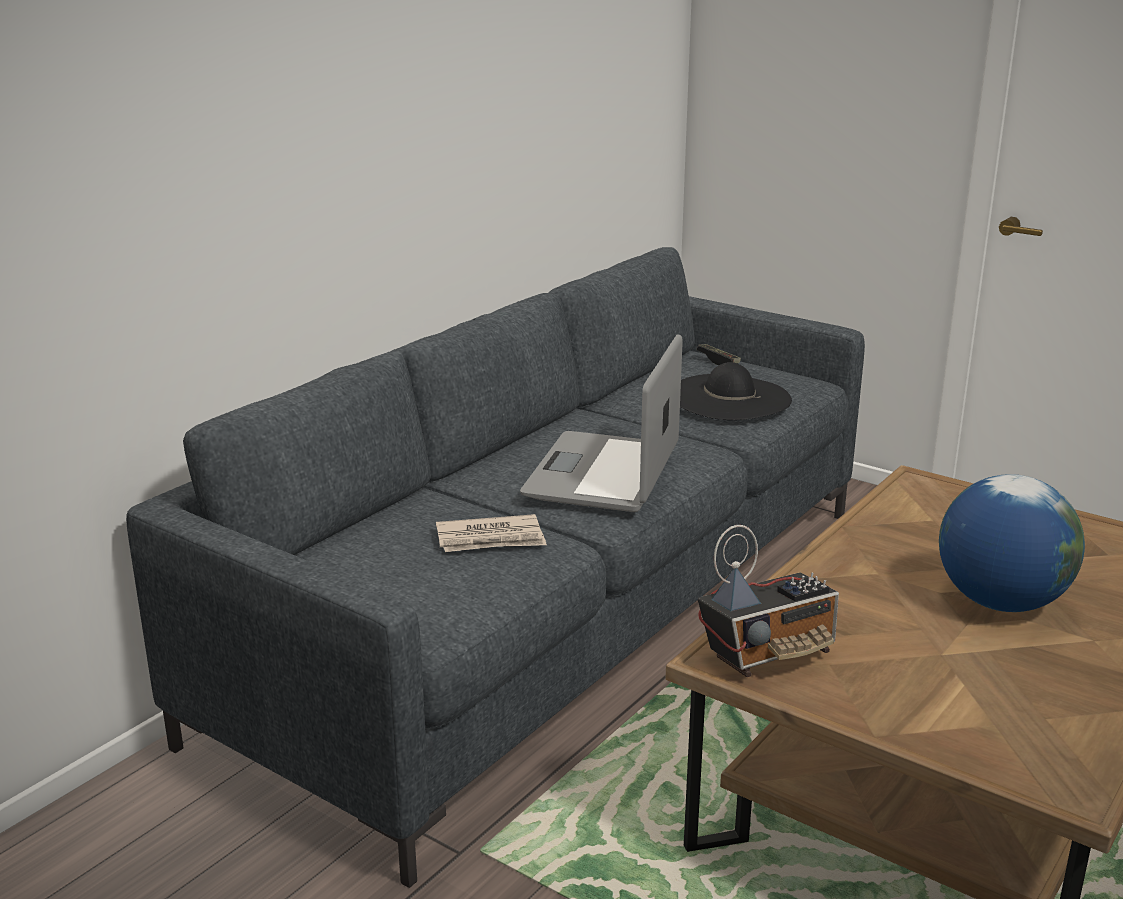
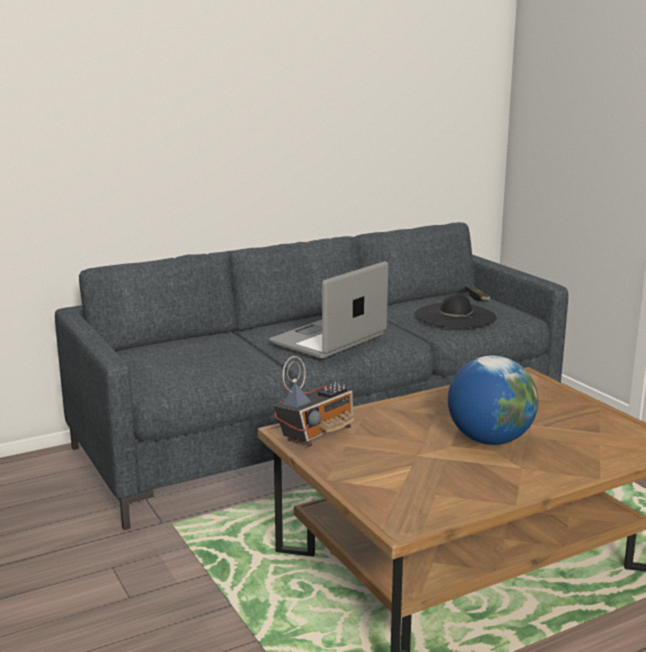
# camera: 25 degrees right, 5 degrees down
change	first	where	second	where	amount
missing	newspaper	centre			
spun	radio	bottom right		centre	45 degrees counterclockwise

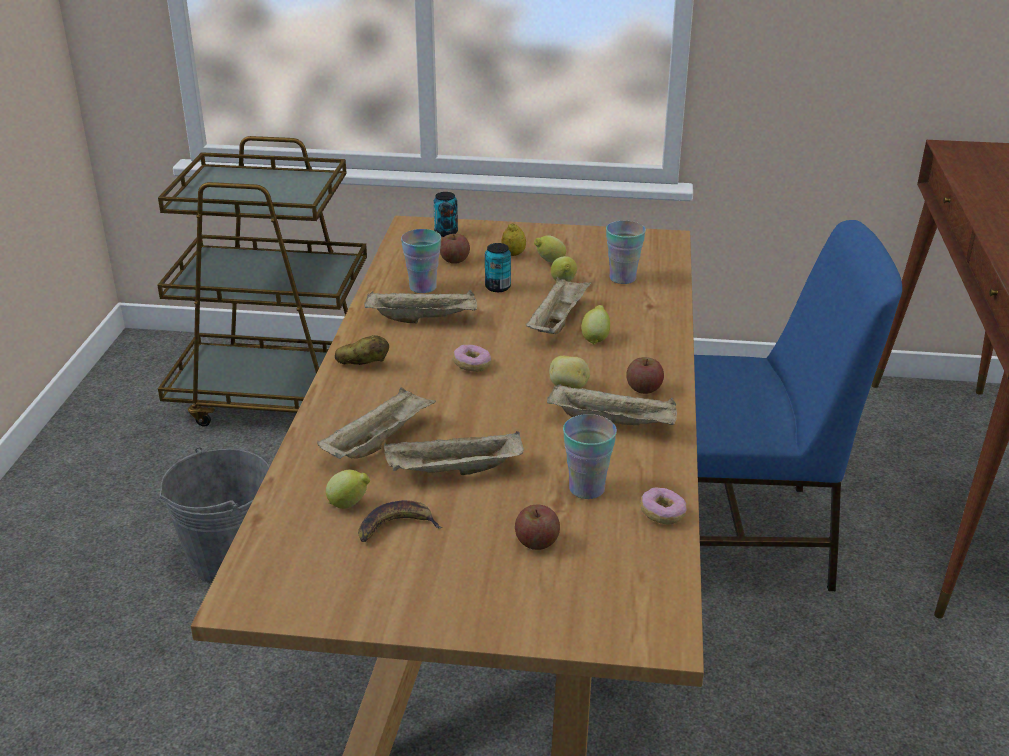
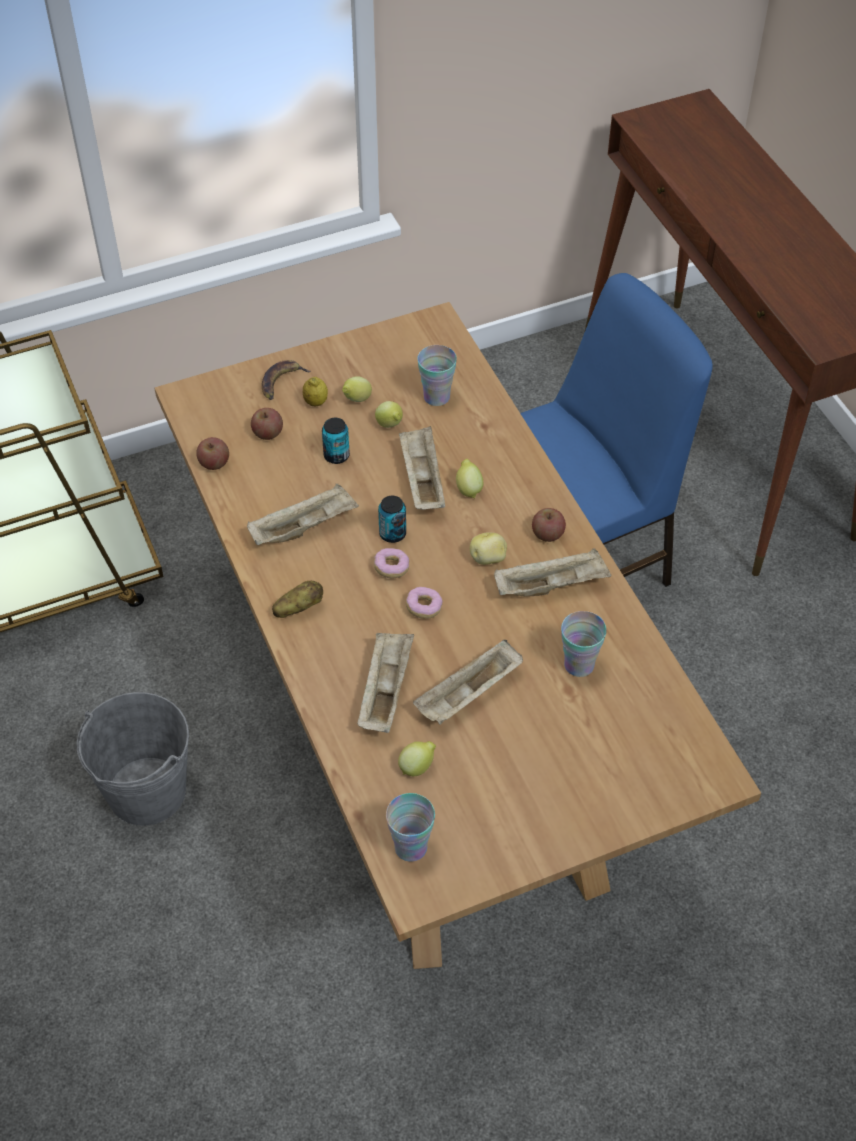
# camera: 30 degrees left, 20 degrees up
change	first	where	second	where	amount
relocated	banana	bottom centre		top centre	
relocated	cup (no. 1 from left)	centre		bottom centre	
relocated	can (no. 1 from left in the first image)	top centre	can (no. 2 from left)	centre	
relocated	apple (no. 2 from left in the first image)	bottom centre	apple (no. 1 from left)	middle left	
relocated	donut (no. 2 from left)	bottom centre		centre	

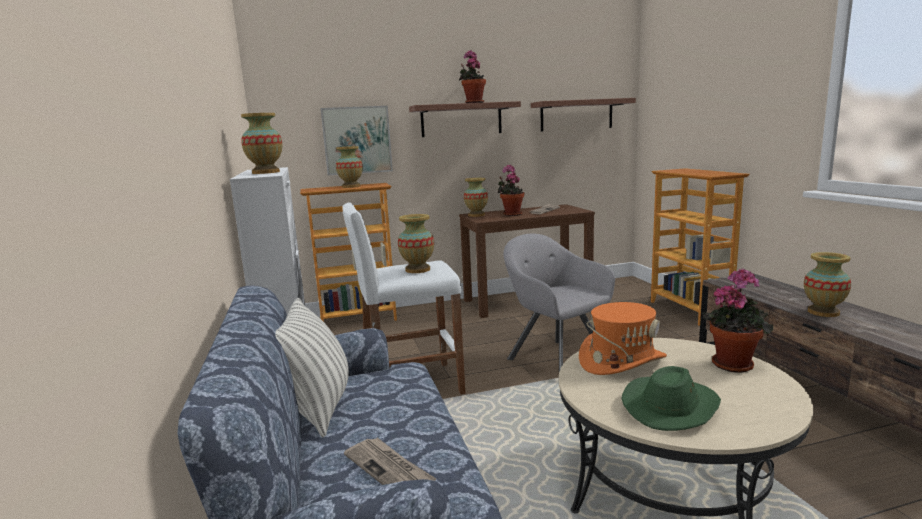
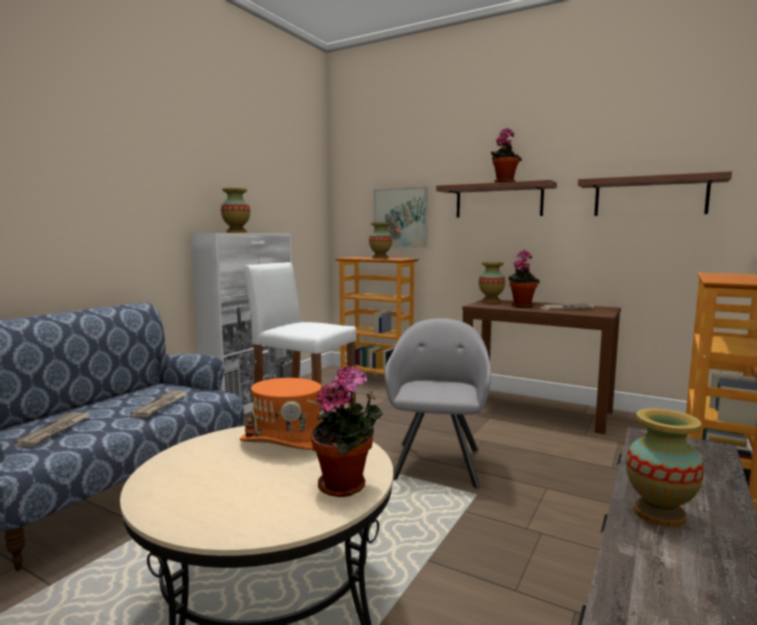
# camera: 45 degrees right, 5 degrees down
change	first	where	second	where	amount
missing	pillow	bottom centre			
missing	vase (no. 3 from left)	centre			
missing	green hat	bottom right			
appeared			newspaper (no. 2 from left)	middle left	

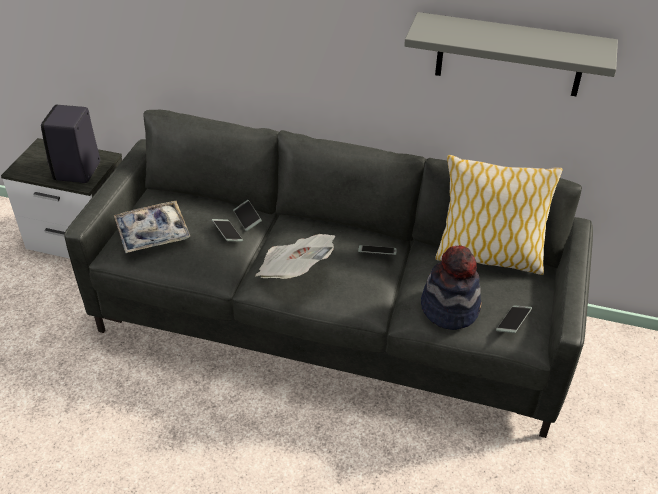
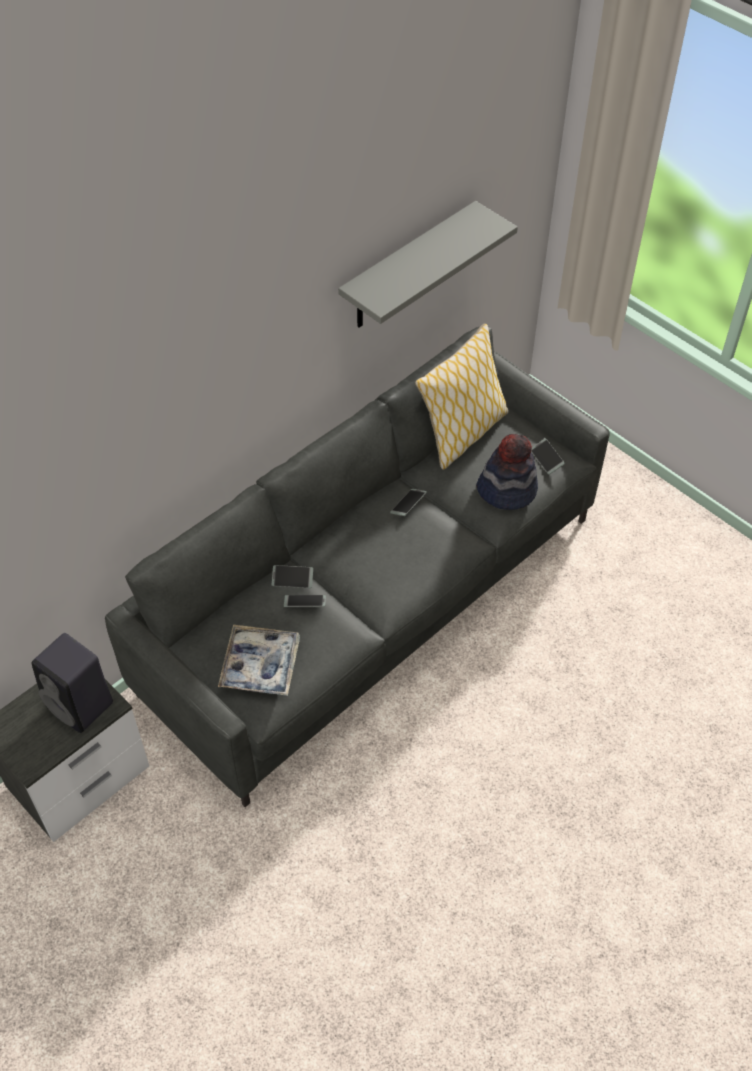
# camera: 60 degrees left, 10 degrees up
change	first	where	second	where	amount
missing	newspaper	centre			

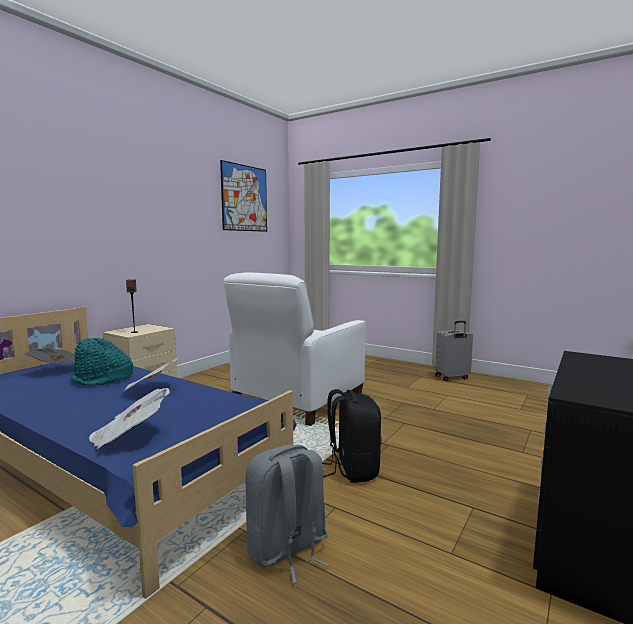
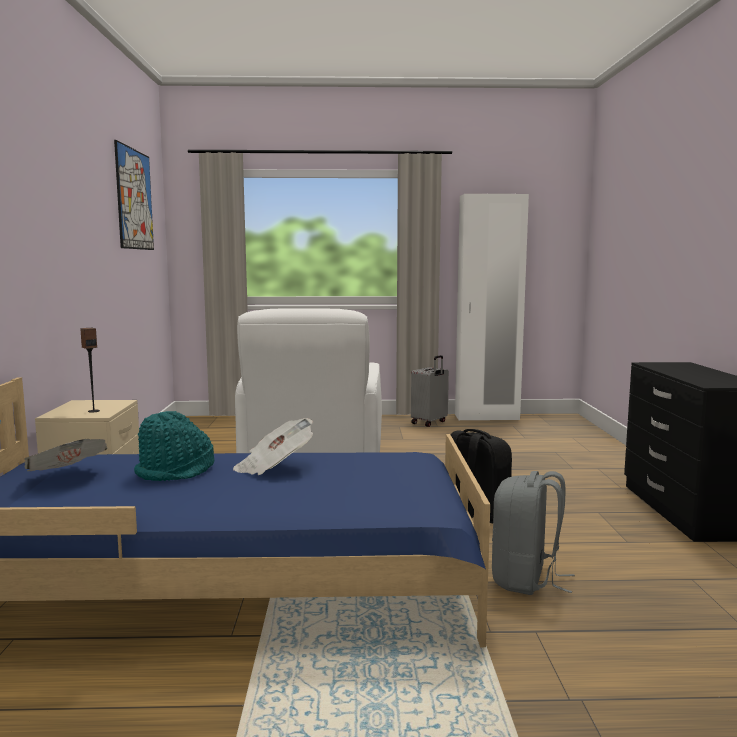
# camera: 35 degrees left, 0 degrees up
change	first	where	second	where	amount
missing	newspaper (no. 2 from left)	bottom left			
appeared			white wardrobe	middle right	

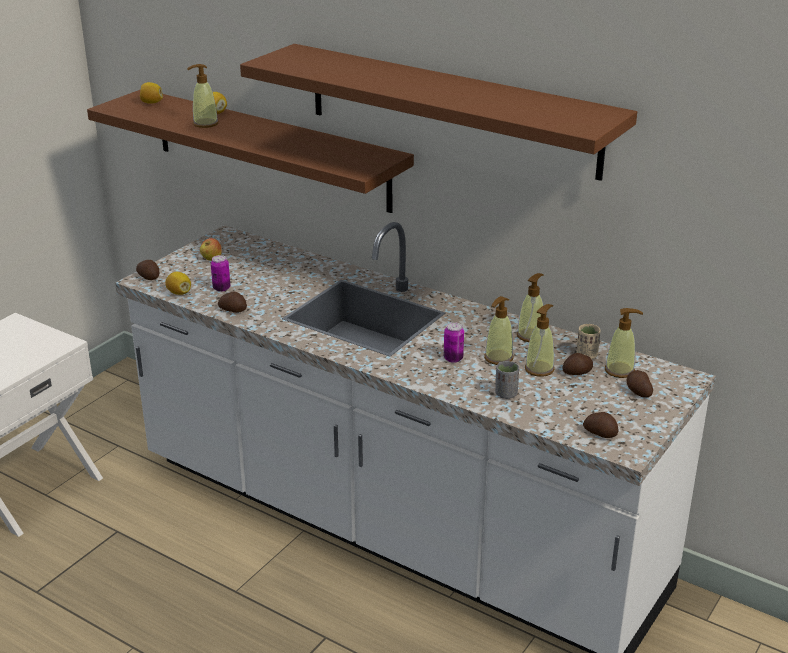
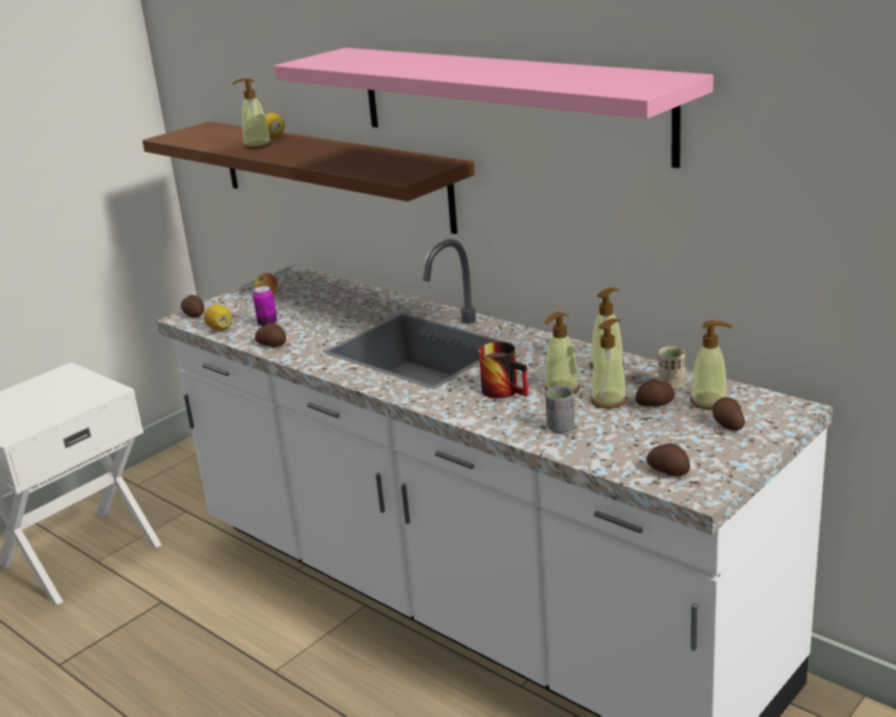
# camera: 10 degrees right, 5 degrees down
change	first	where	second	where	amount
missing	lemon (no. 1 from left)	top left			
exchanged	can (no. 2 from left)	centre	mug	centre	
colour	brown shelf (no. 2 from left)	top centre	pink shelf	top centre	

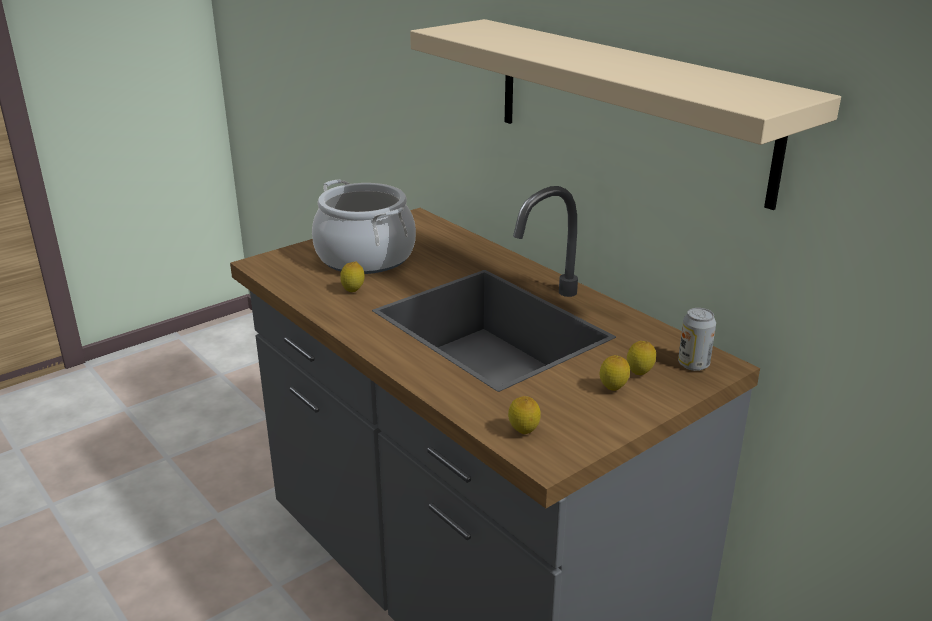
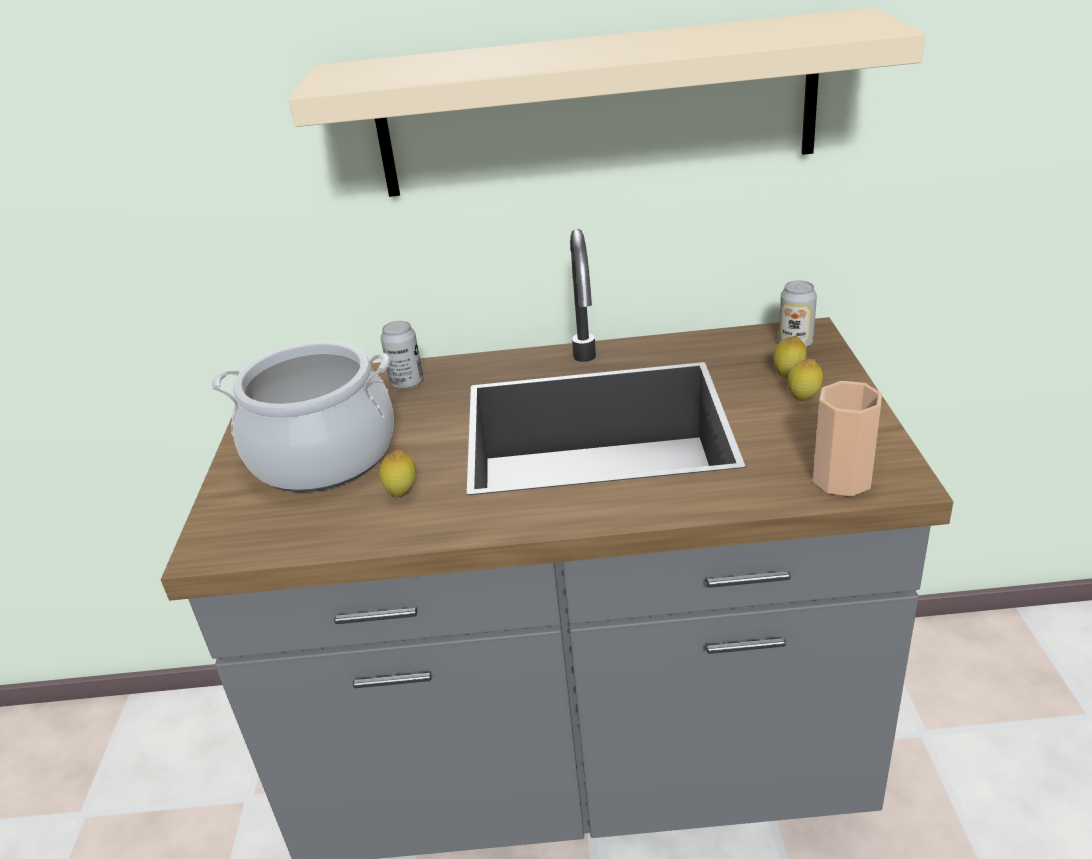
# camera: 50 degrees left, 5 degrees up
change	first	where	second	where	amount
appeared			can (no. 1 from left)	centre	
exchanged	lemon (no. 2 from left)	bottom centre	cup	middle right	

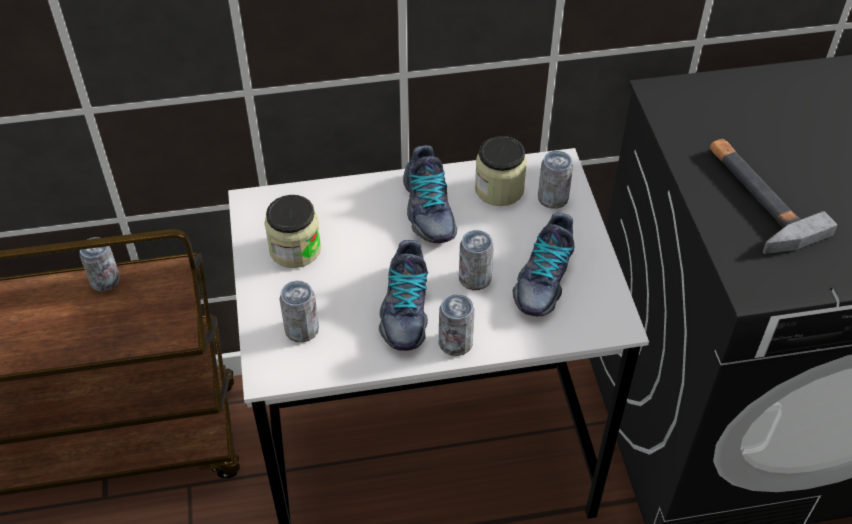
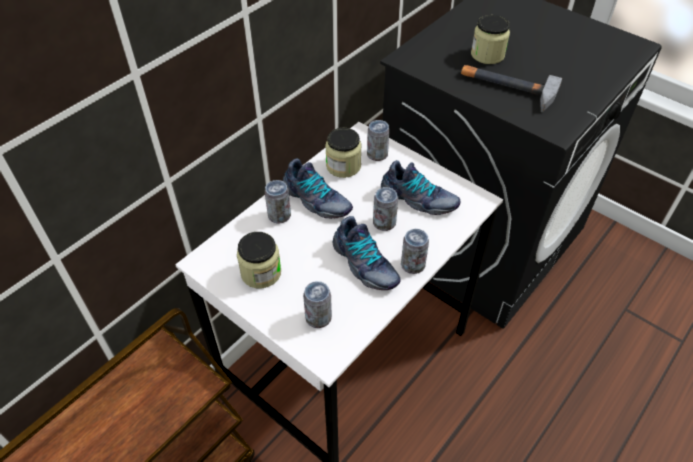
# camera: 40 degrees left, 0 degrees up
change	first	where	second	where	amount
appeared			jar (no. 3 from left)	top right	
relocated	can (no. 1 from left)	middle left		centre	
spun	shoe (no. 3 from left)	centre		centre	45 degrees counterclockwise

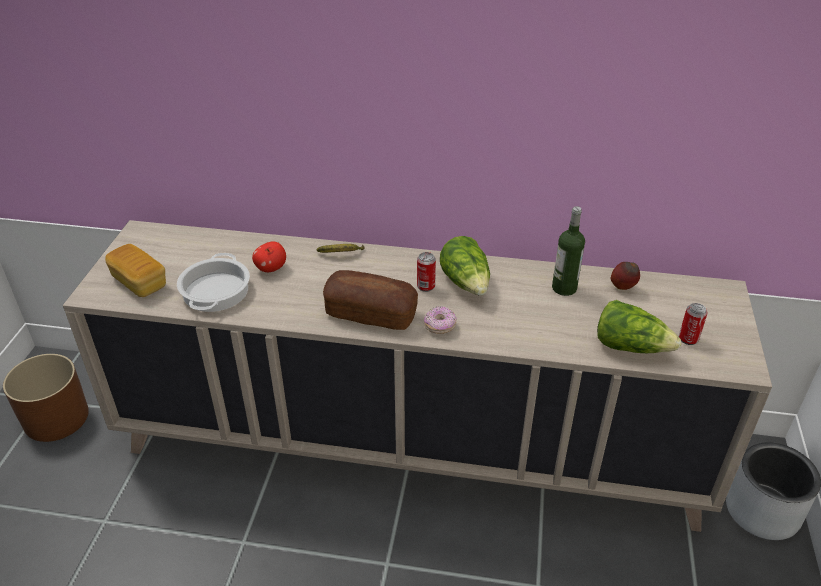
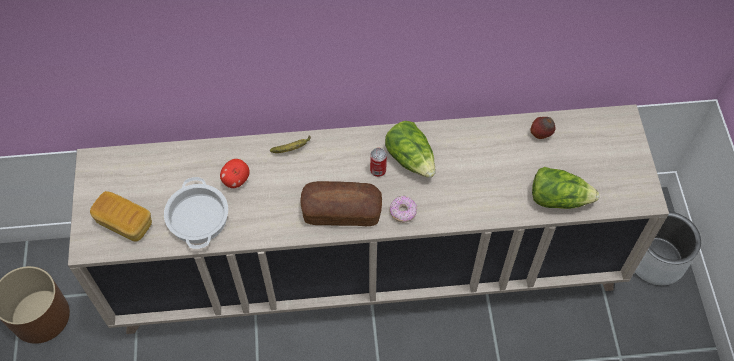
# camera: 15 degrees left, 20 degrees up
change	first	where	second	where	amount
missing	bottle	middle right			
missing	can (no. 2 from left)	middle right			

